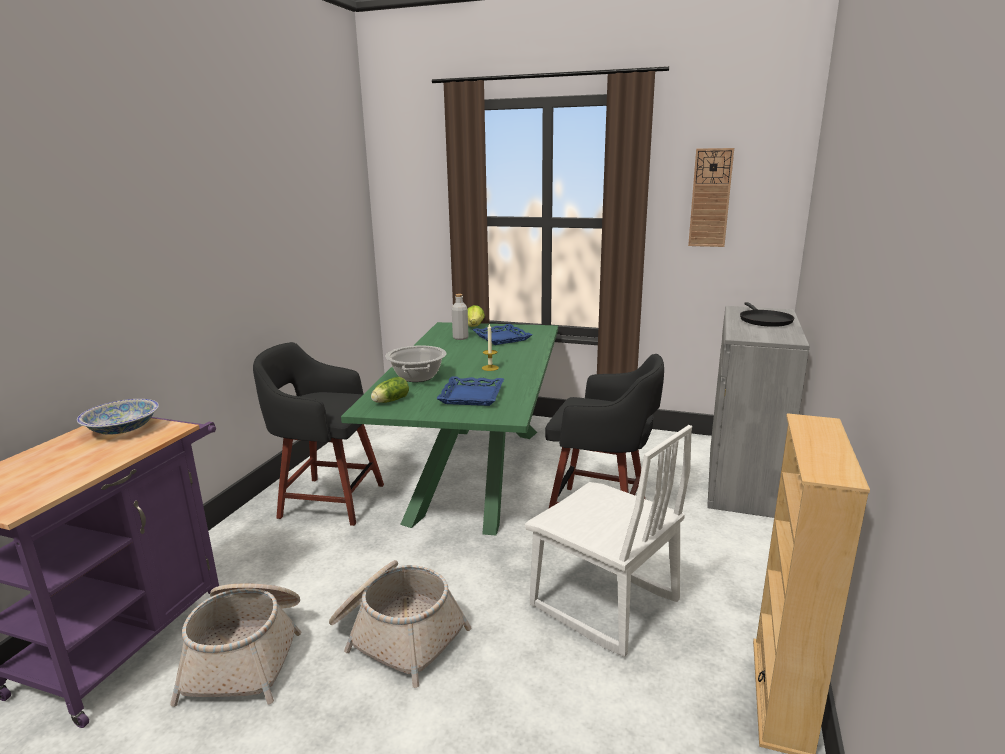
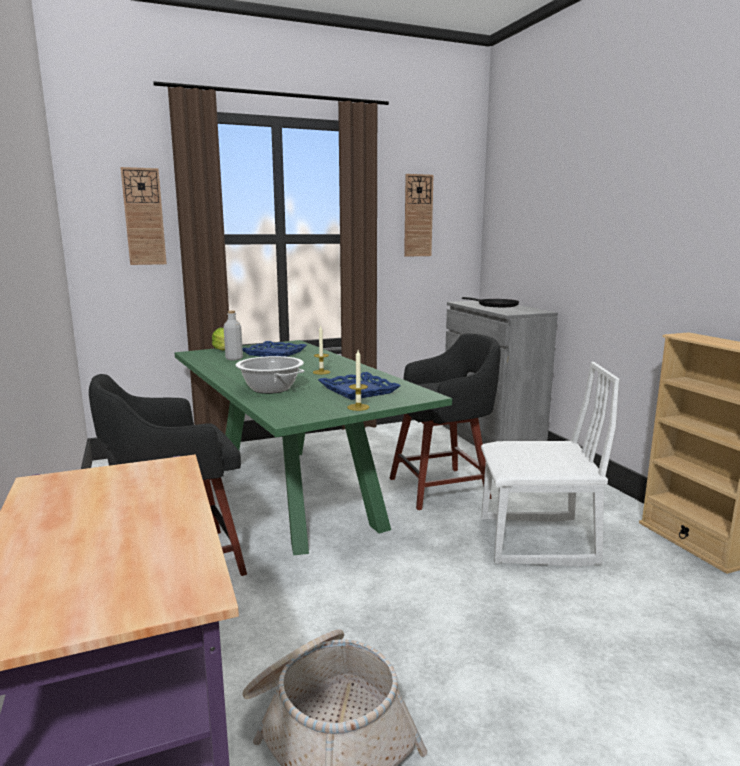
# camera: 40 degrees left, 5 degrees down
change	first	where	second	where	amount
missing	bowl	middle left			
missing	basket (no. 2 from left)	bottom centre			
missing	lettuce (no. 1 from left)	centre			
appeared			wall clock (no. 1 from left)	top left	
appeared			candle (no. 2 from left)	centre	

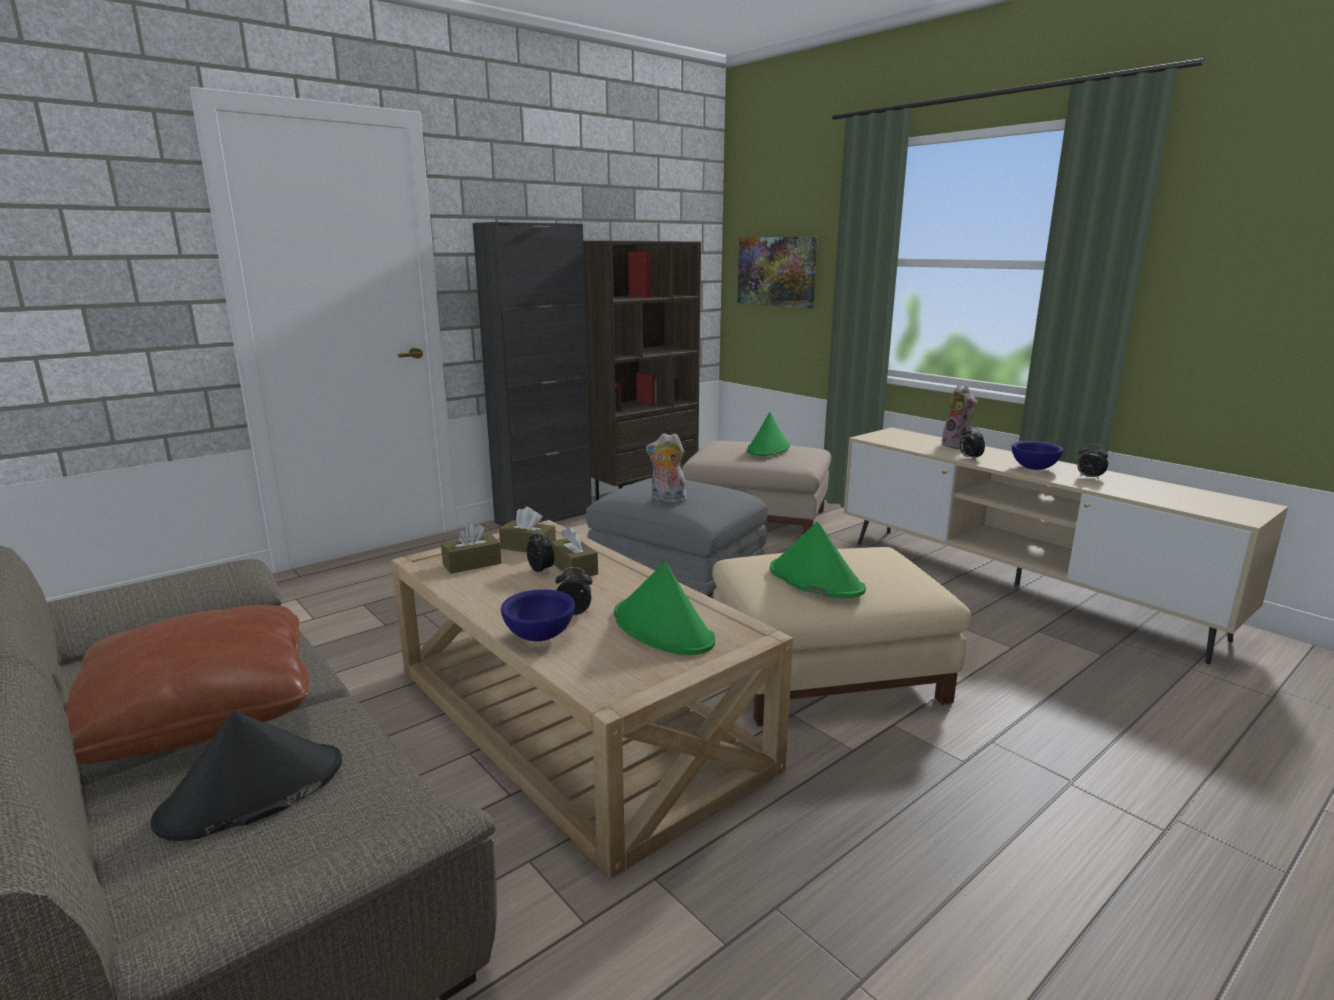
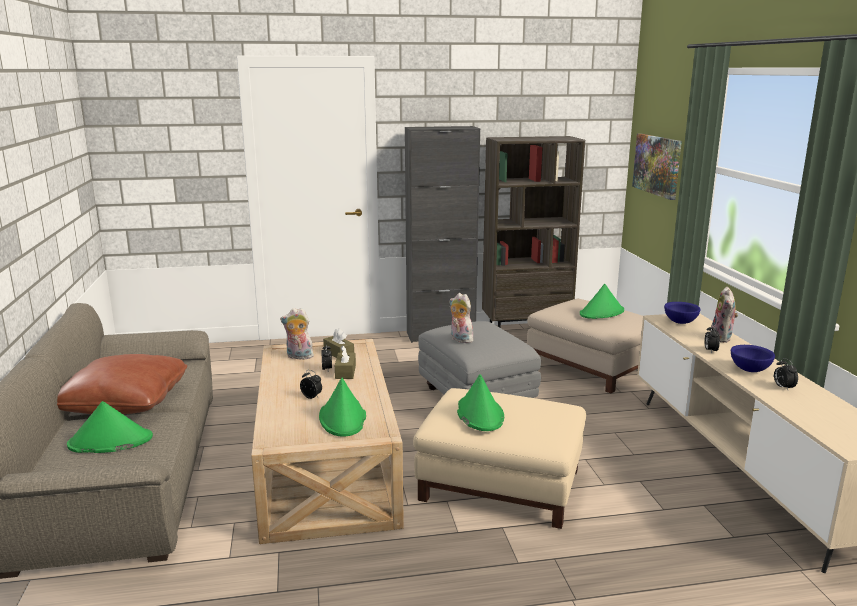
# camera: 30 degrees right, 0 degrees up
change	first	where	second	where	amount
relocated	blue bowl (no. 1 from left)	centre		middle right	
exchanged	brown tissue box (no. 1 from left)	centre	plush toy (no. 1 from left)	centre	
colour	black hat	bottom left	green hat (no. 1 from left)	bottom left	

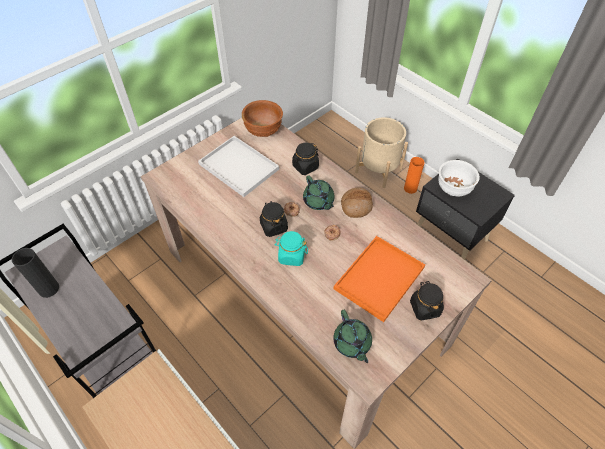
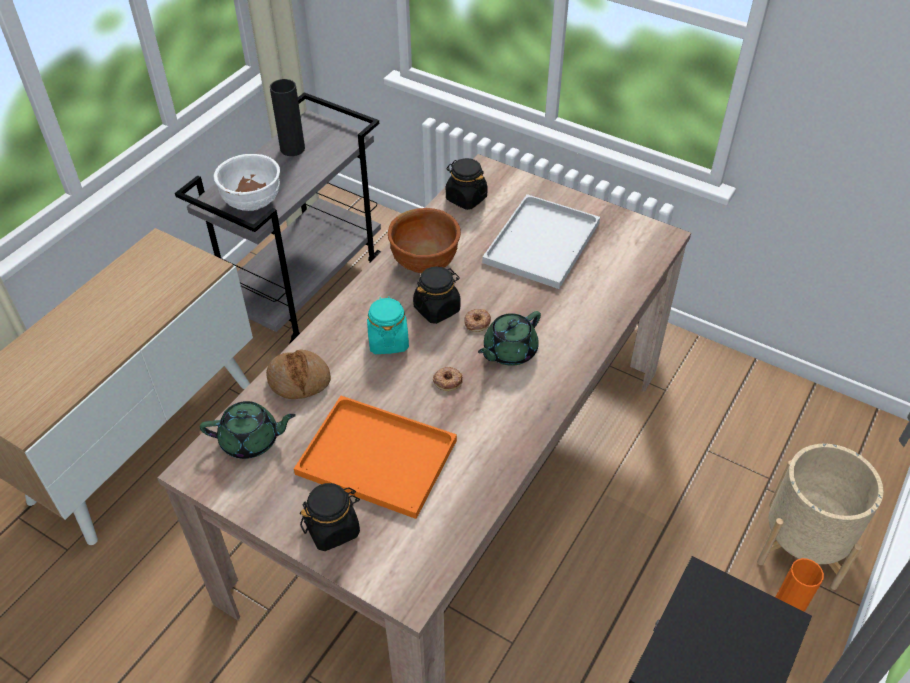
# camera: 75 degrees right, 5 degrees down
change	first	where	second	where	amount
relocated	brown bowl	top centre		centre	
relocated	black jar (no. 2 from left in the first image)	centre	black jar (no. 3 from left)	top centre	
relocated	bread	centre		middle left	
relocated	white bowl	middle right		top left	
spun	green teapot (no. 2 from left in the first image)	bottom centre	green teapot (no. 1 from left)	middle left	150 degrees counterclockwise

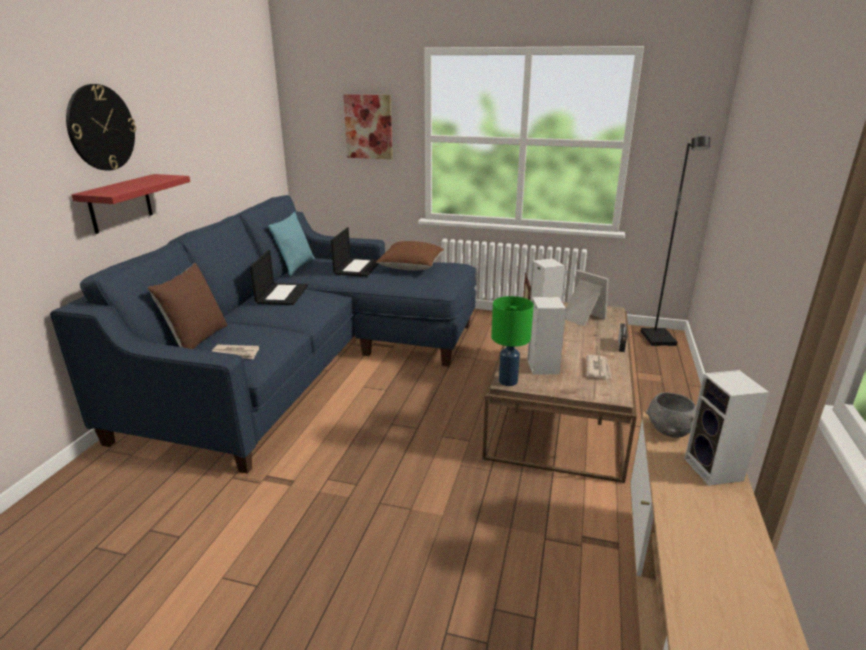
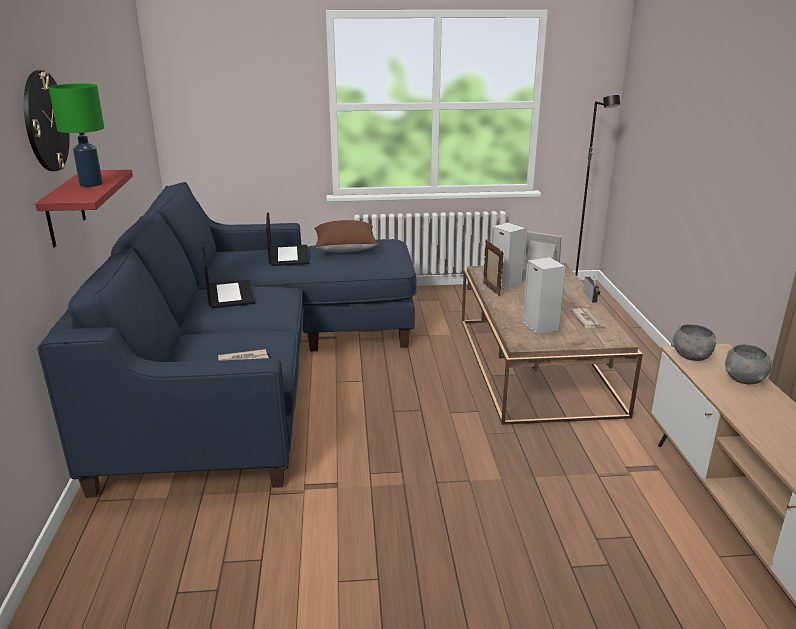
# camera: 20 degrees left, 0 degrees up
change	first	where	second	where	amount
missing	brown pillow (no. 1 from left)	middle left			
missing	turquoise pillow	centre			
missing	picture	top centre			
relocated	green table lamp	centre		top left	
exchanged	speaker (no. 3 from left)	middle right	grey bowl (no. 2 from left)	middle right	

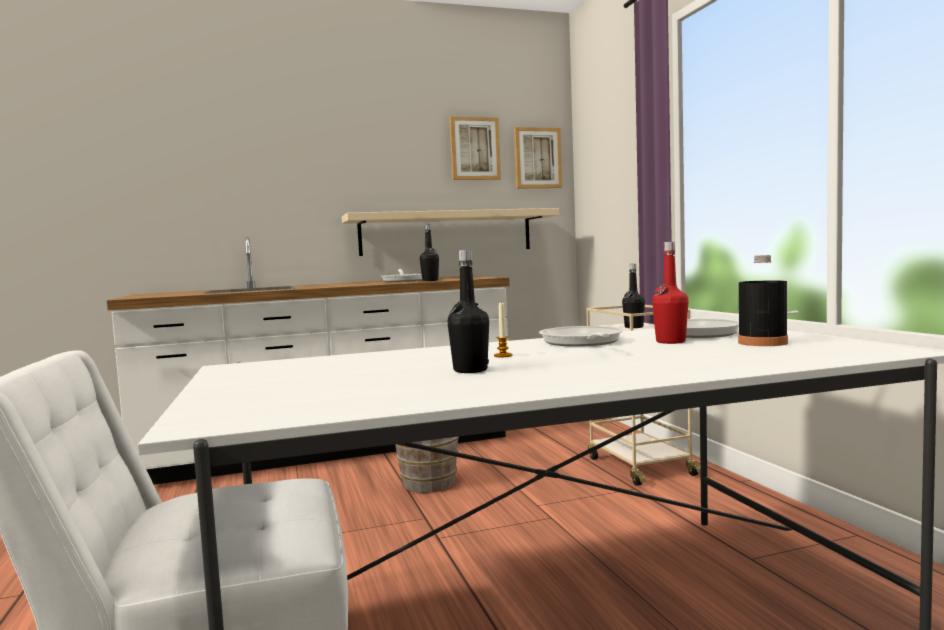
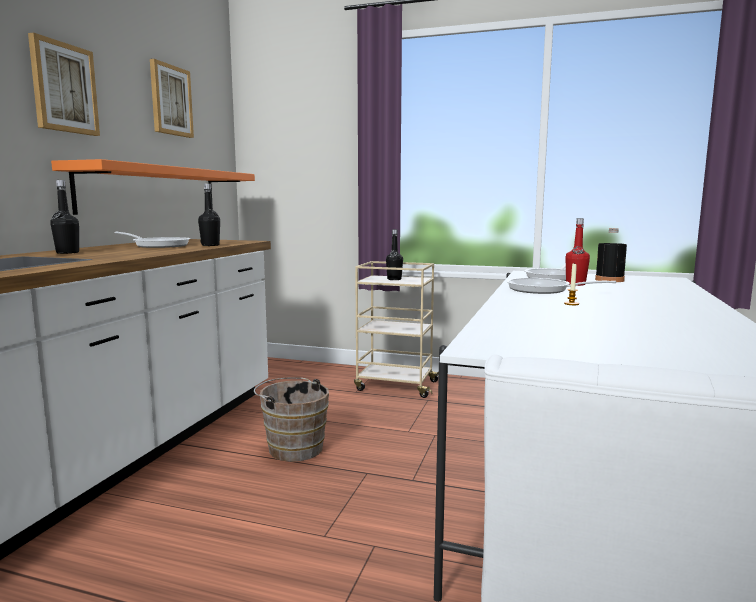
# camera: 55 degrees left, 5 degrees up
change	first	where	second	where	amount
relocated	black bottle (no. 2 from left in the first image)	centre	black bottle (no. 1 from left)	middle left	
relocated	picture (no. 2 from left in the first image)	top centre	picture (no. 1 from left)	top left	
colour	beige shelf	centre	orange shelf	top left	

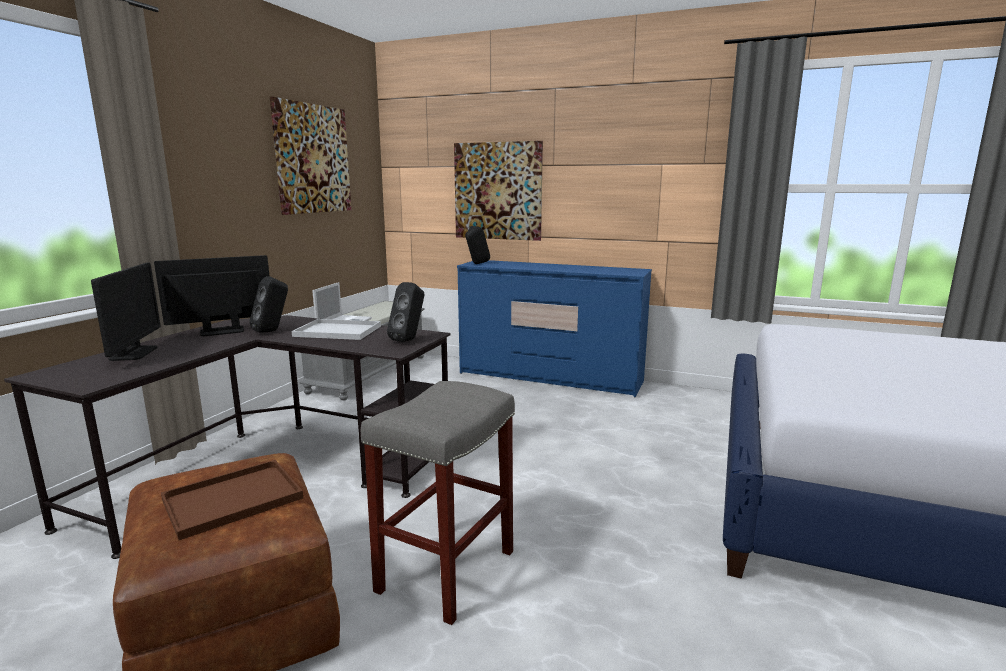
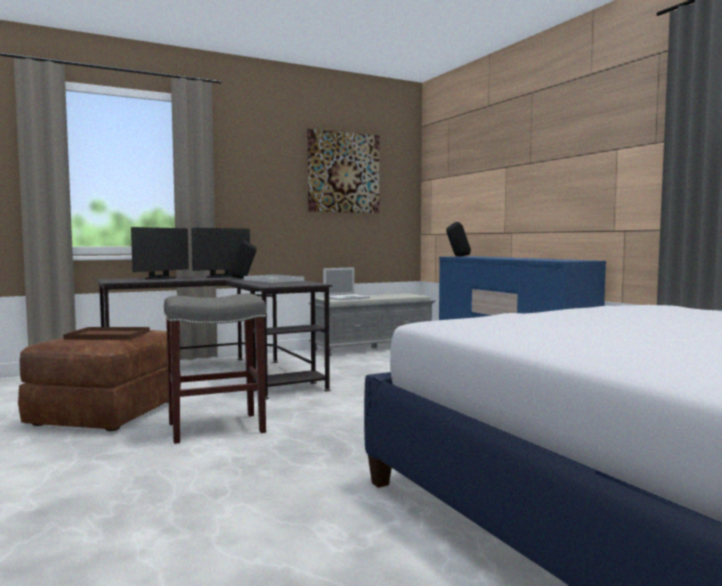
# camera: 40 degrees right, 10 degrees down
change	first	where	second	where	amount
missing	black speaker (no. 2 from left)	centre			
missing	picture (no. 2 from left)	top centre			
spun	monitor (no. 2 from left)	middle left		middle left	120 degrees clockwise

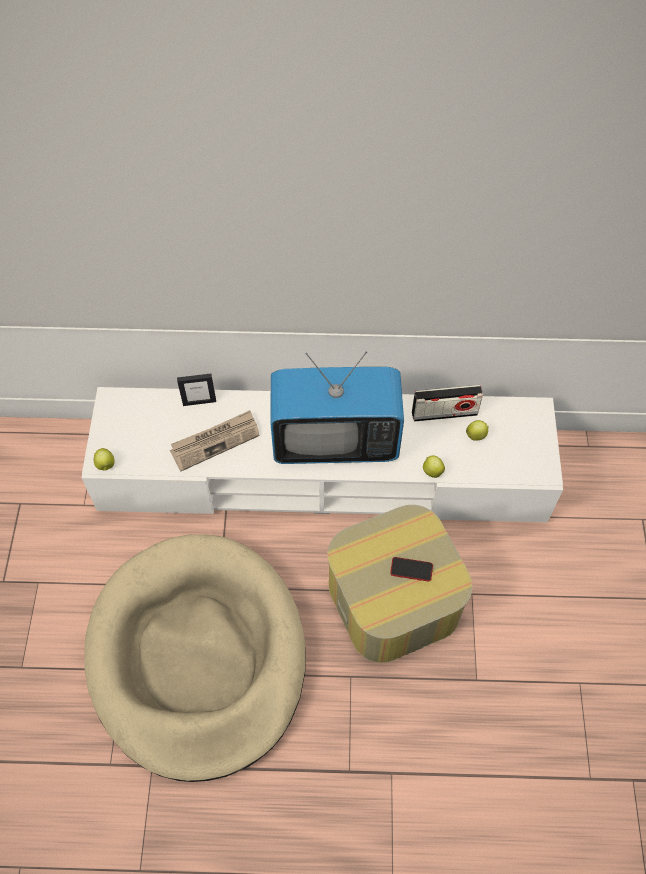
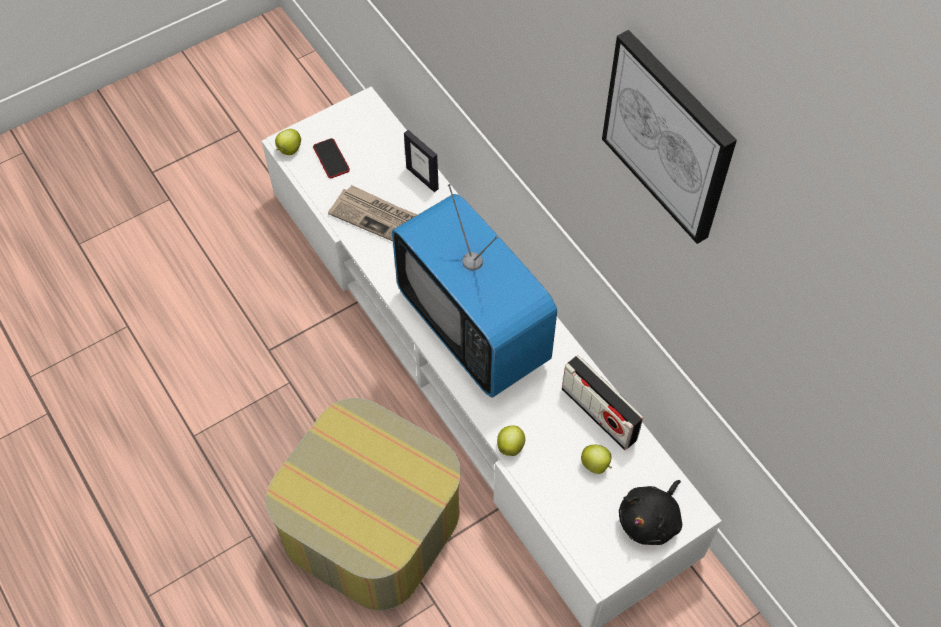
# camera: 55 degrees right, 0 degrees up
change	first	where	second	where	amount
missing	beige dog bed	bottom left			
appeared			picture	top right	
appeared			black plush toy	bottom right	
relocated	phone	centre		top centre	

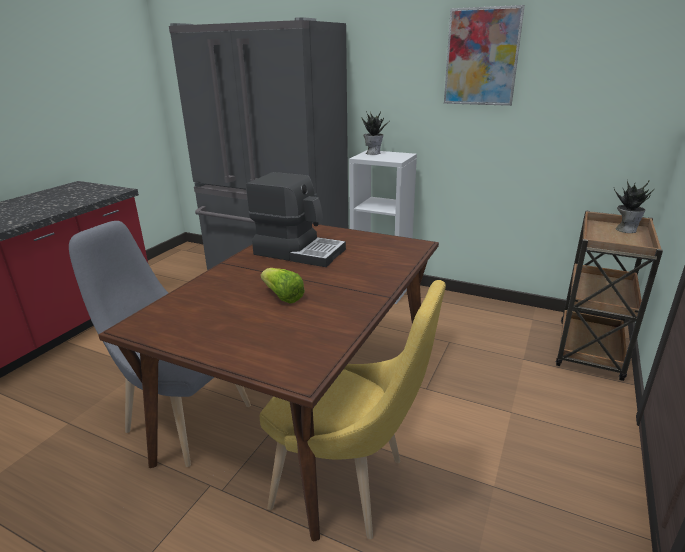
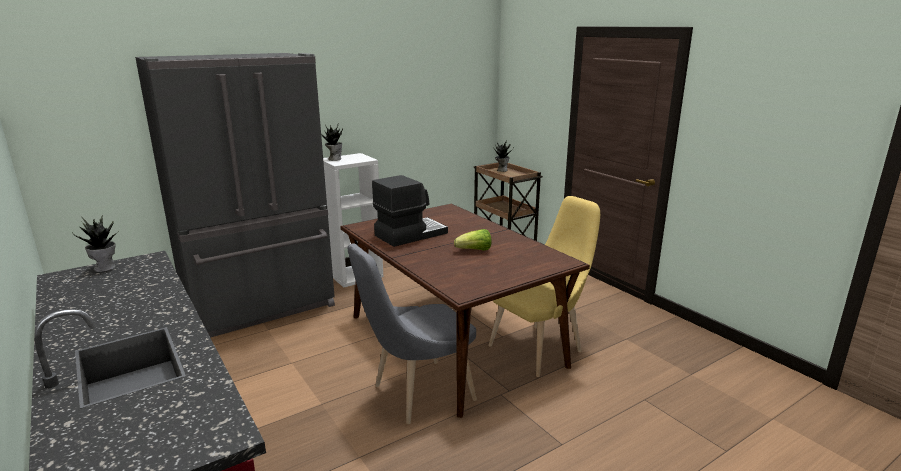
# camera: 60 degrees left, 5 degrees down
change	first	where	second	where	amount
missing	picture	top right			
appeared			potted plant (no. 1 from left)	middle left	

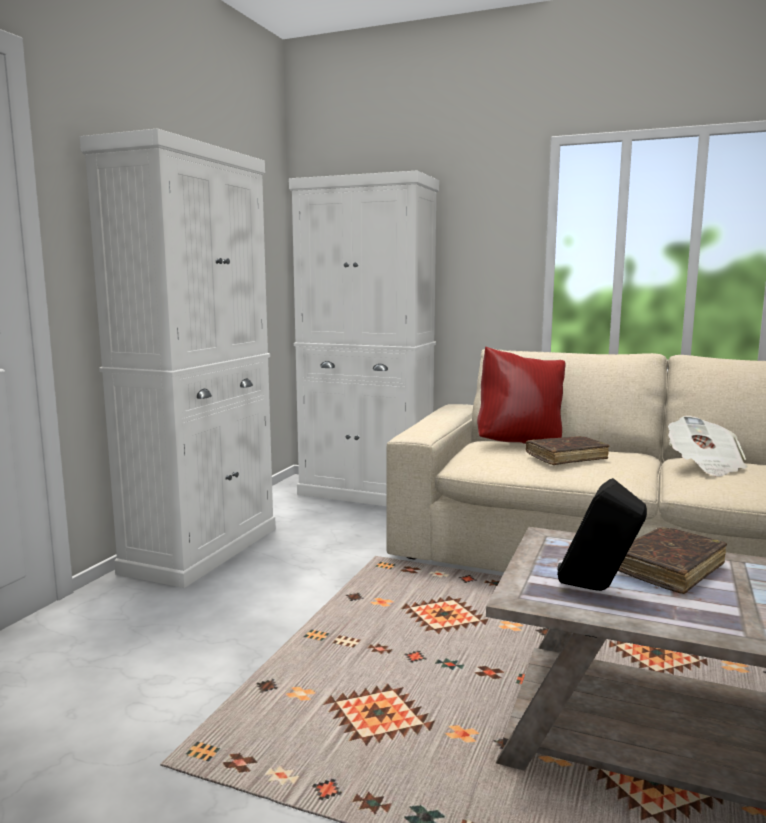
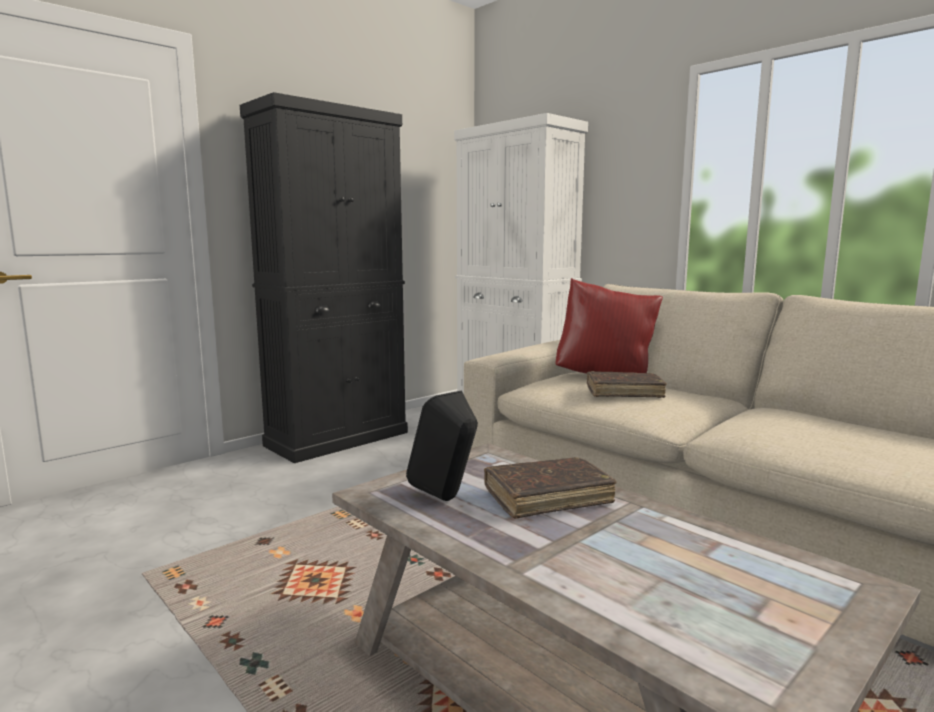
# camera: 25 degrees right, 0 degrees up
change	first	where	second	where	amount
missing	newspaper	middle right			
colour	white cabinet (no. 1 from left)	middle left	black cabinet	centre	

